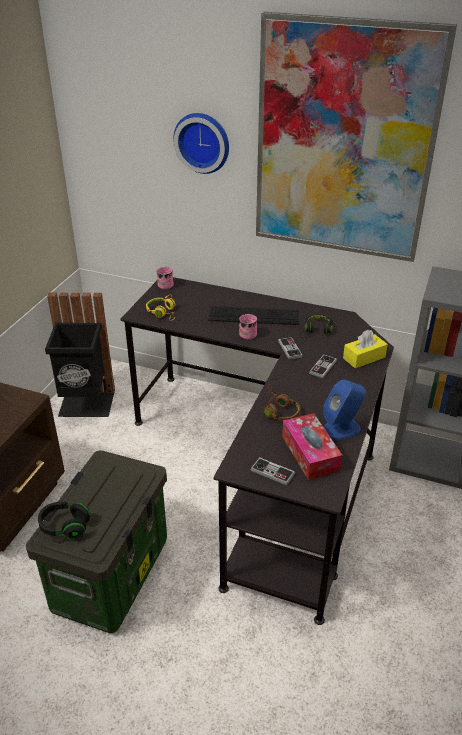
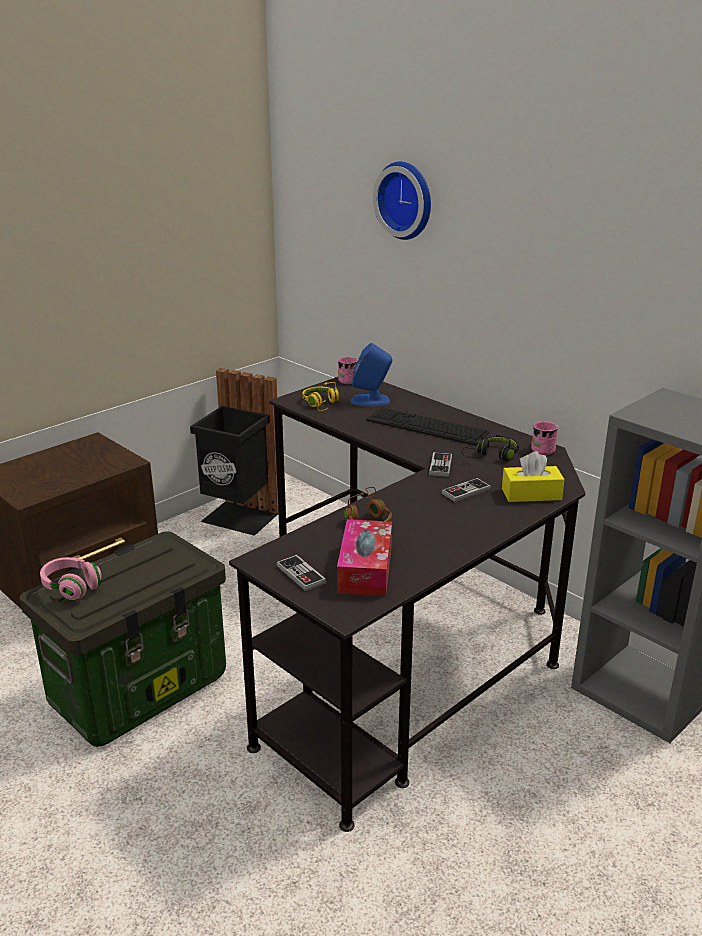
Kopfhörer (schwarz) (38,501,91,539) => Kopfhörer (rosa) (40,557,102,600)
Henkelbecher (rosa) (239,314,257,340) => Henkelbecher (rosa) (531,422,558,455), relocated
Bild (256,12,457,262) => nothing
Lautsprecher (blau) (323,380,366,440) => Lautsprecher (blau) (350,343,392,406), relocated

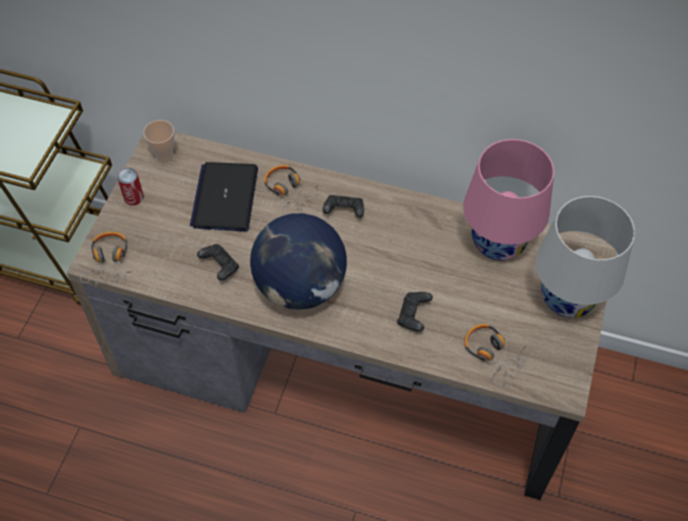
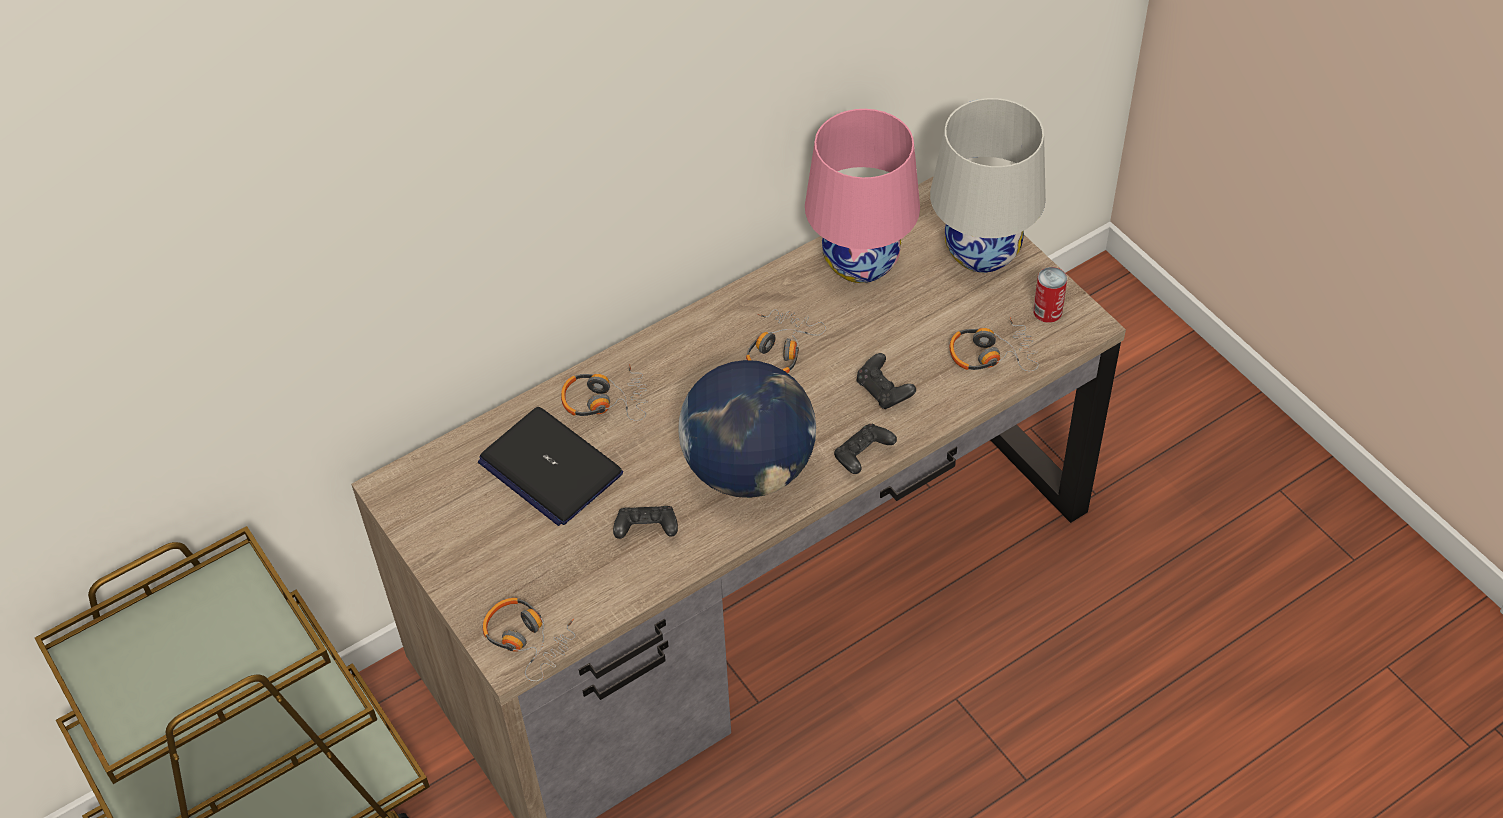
Dose (117,168,144,205) => Dose (1033,267,1067,323), relocated
Tasse (143,120,175,163) => nothing
Gamepad (schwarz) (323,195,364,218) => Gamepad (schwarz) (834,424,897,474), relocated
nothing => Kopfhörer (746,309,826,373)

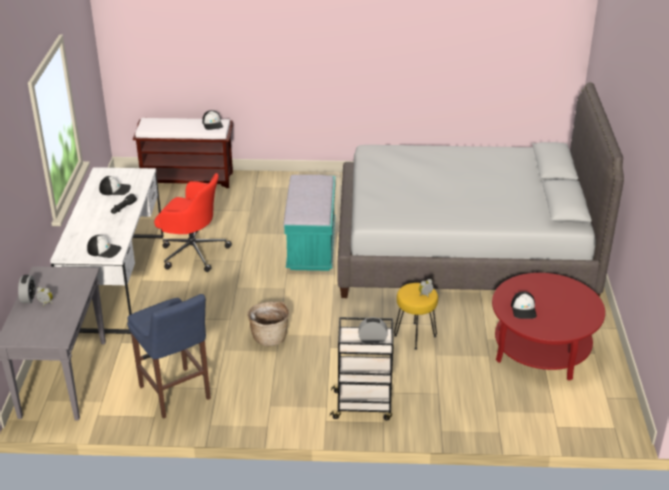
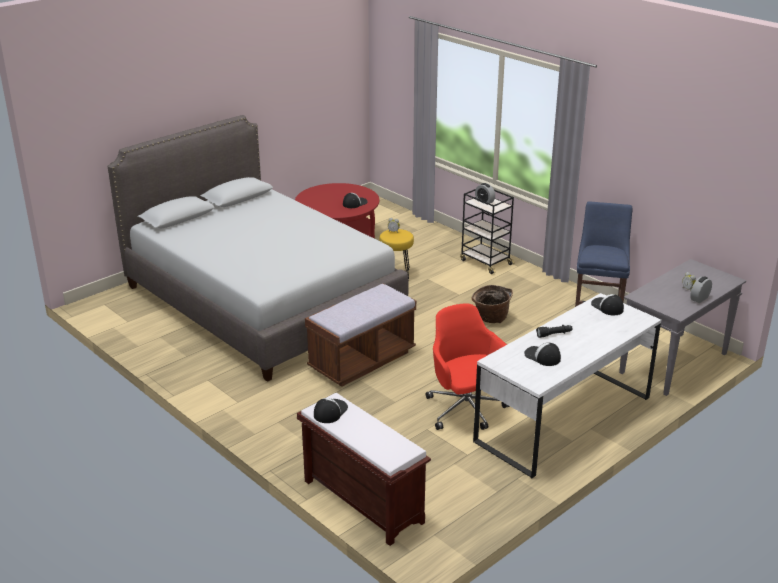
Bank (türkis) (284,175,336,271) => Bank (braun) (305,284,416,387)

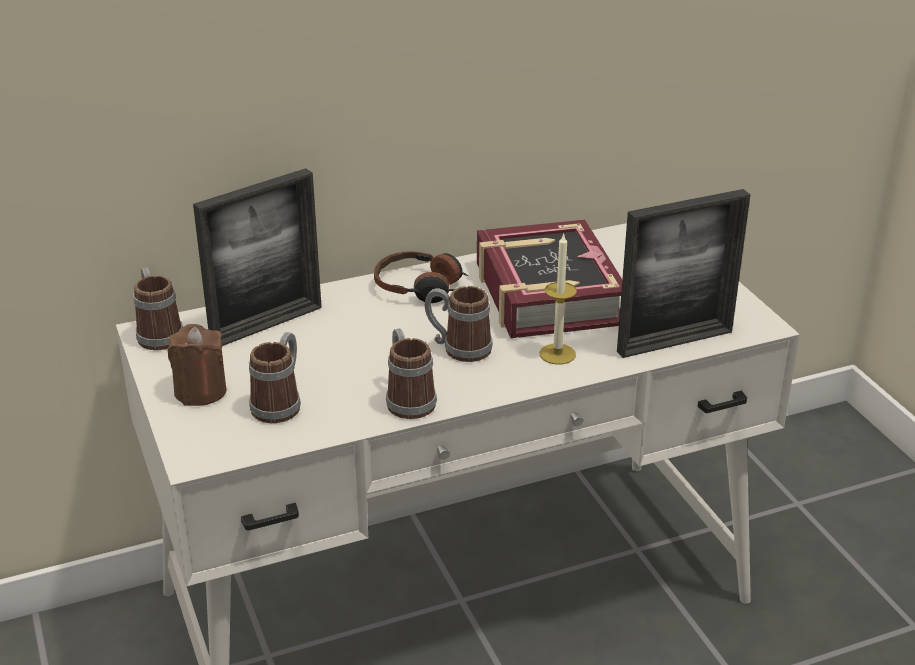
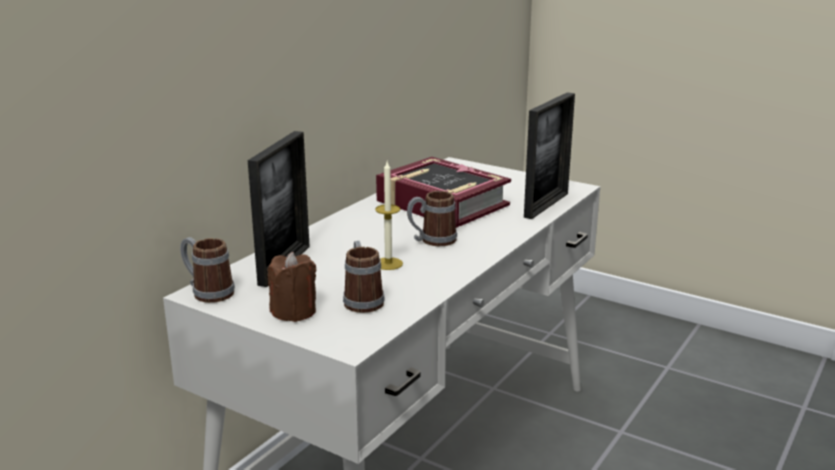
Kopfhörer (374,251,468,303) => nothing
Henkelbecher (386,328,437,419) => nothing
Kerze (539,233,577,365) => Kerze (375,162,403,270), relocated

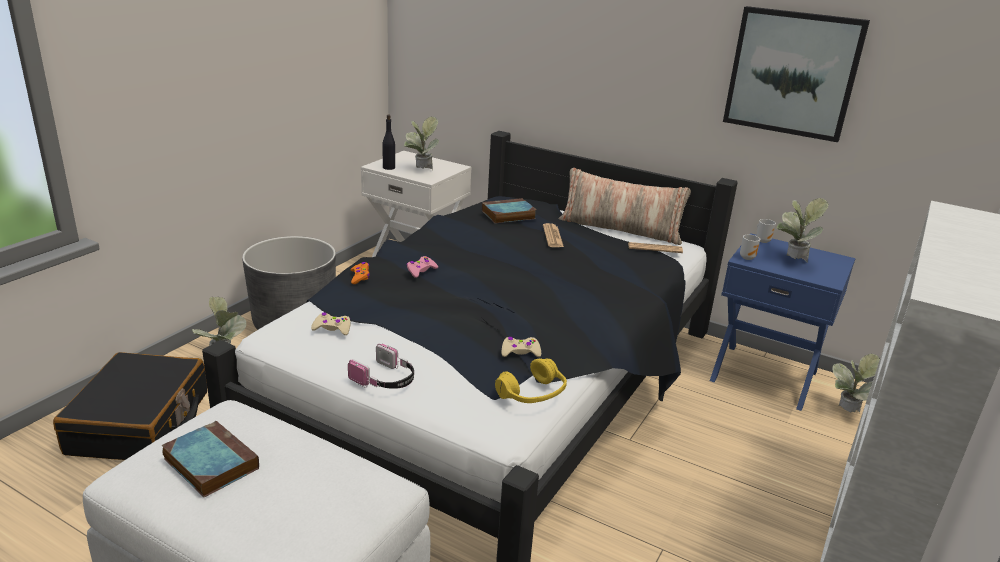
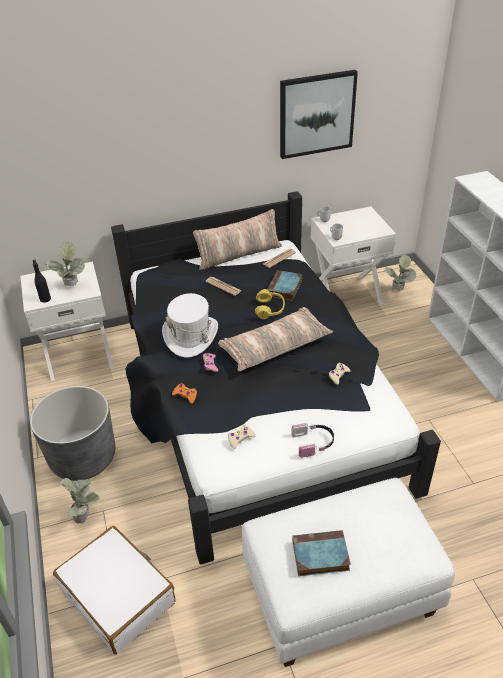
Koffer (schwarz) (53,352,207,460) => Koffer (weiß) (53,526,175,654)
Buch (482,198,536,223) => Buch (267,270,302,301), relocated
Kopfhörer (gelb) (495,358,567,403) => Kopfhörer (gelb) (255,289,285,319), relocated
Nachttisch (blau) (710,233,855,411) => Nachttisch (weiß) (311,206,396,305)
Topfpflanze (777,198,829,262) => nothing
nothing => Hut (weiß) (162,293,218,358)
nothing => Kissen (218,307,333,371)

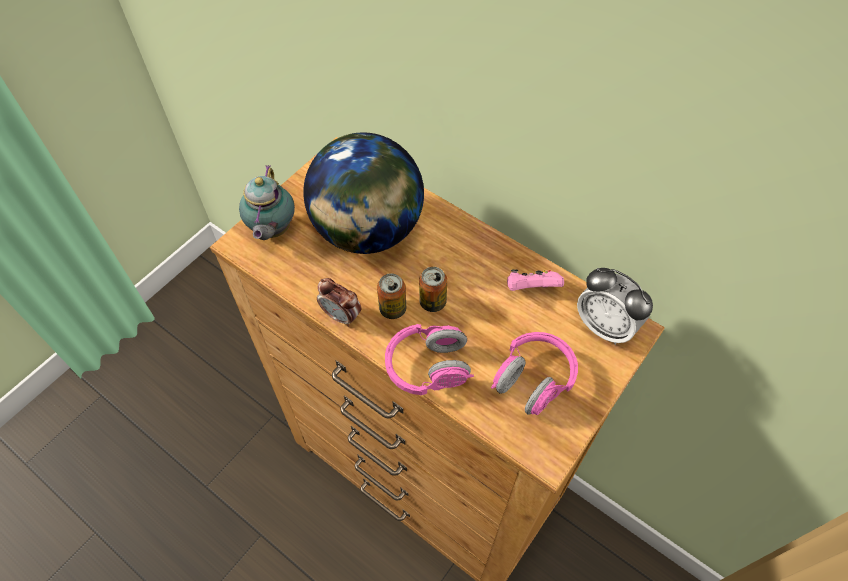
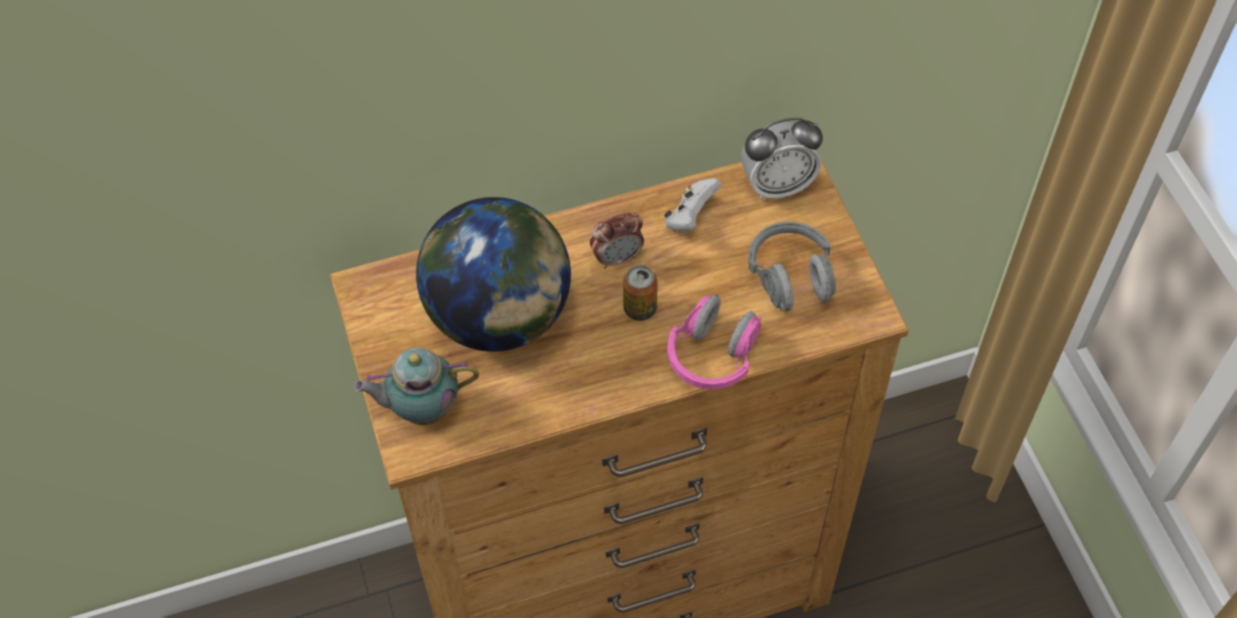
Teekanne (239,165,295,240) => Teekanne (354,347,479,425), 135 degrees clockwise
Wecker (317,278,361,327) => Wecker (590,212,644,269), relocated
Dose (377,273,406,319) => nothing
Kopfhörer (rosa) (491,332,578,415) => Kopfhörer (grau) (748,222,836,311)
Gamepad (rosa) (507,269,564,291) => Gamepad (weiß) (664,178,722,232)

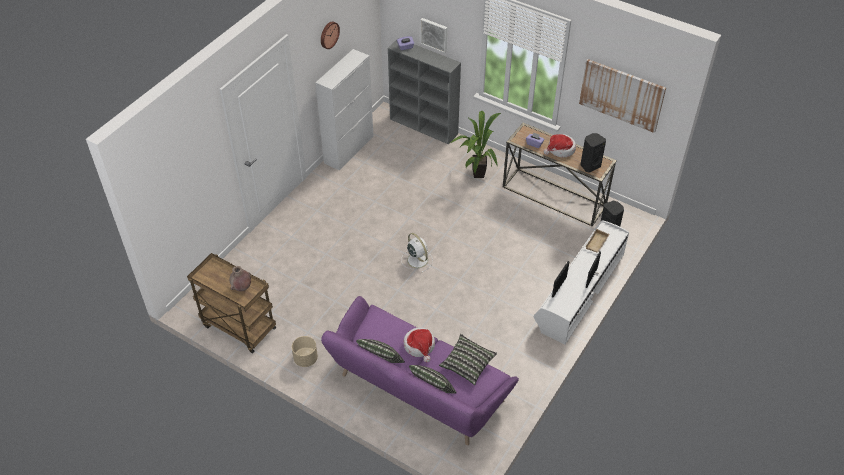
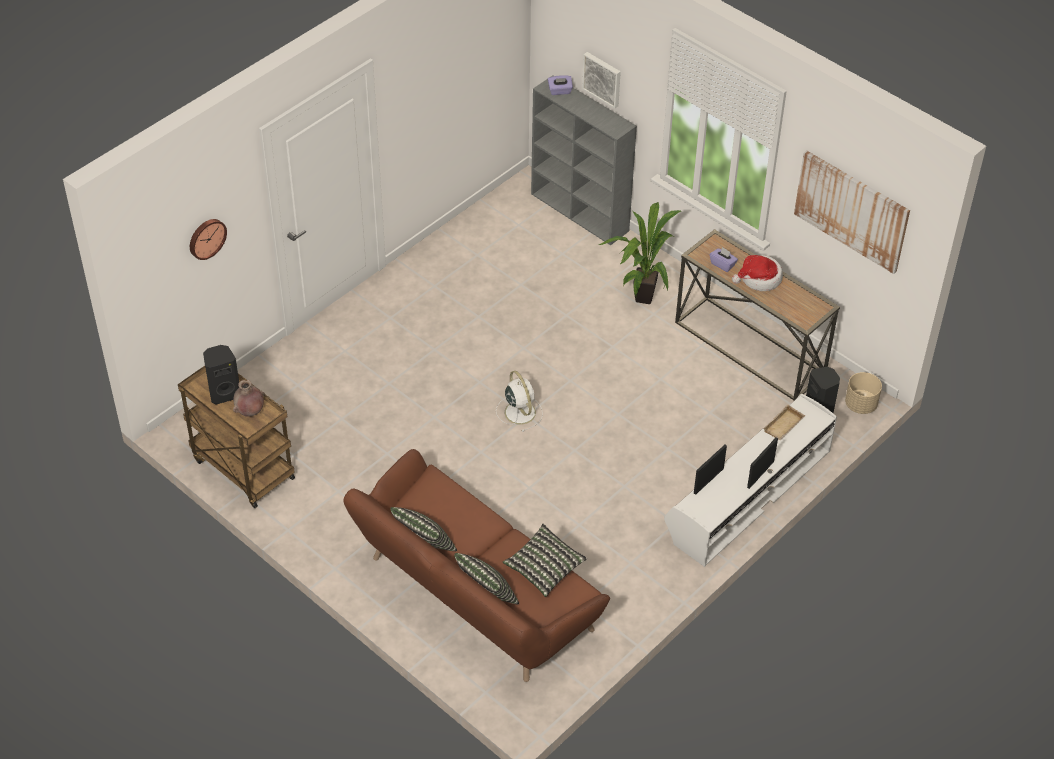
Pflanzkübel (beige) (292,336,318,367) => Pflanzkübel (beige) (845,372,882,414), relocated
Schrank (weiß) (315,49,373,170) => nothing
Wanduhr (321,22,340,49) => Wanduhr (190,219,227,260), relocated
Sofa (lila) (321,296,519,445) => Sofa (braun) (343,449,610,682)
Hut (404,327,435,362) => nothing
Lautsprecher (schwarz) (580,133,606,173) => Lautsprecher (schwarz) (203,345,239,405), relocated

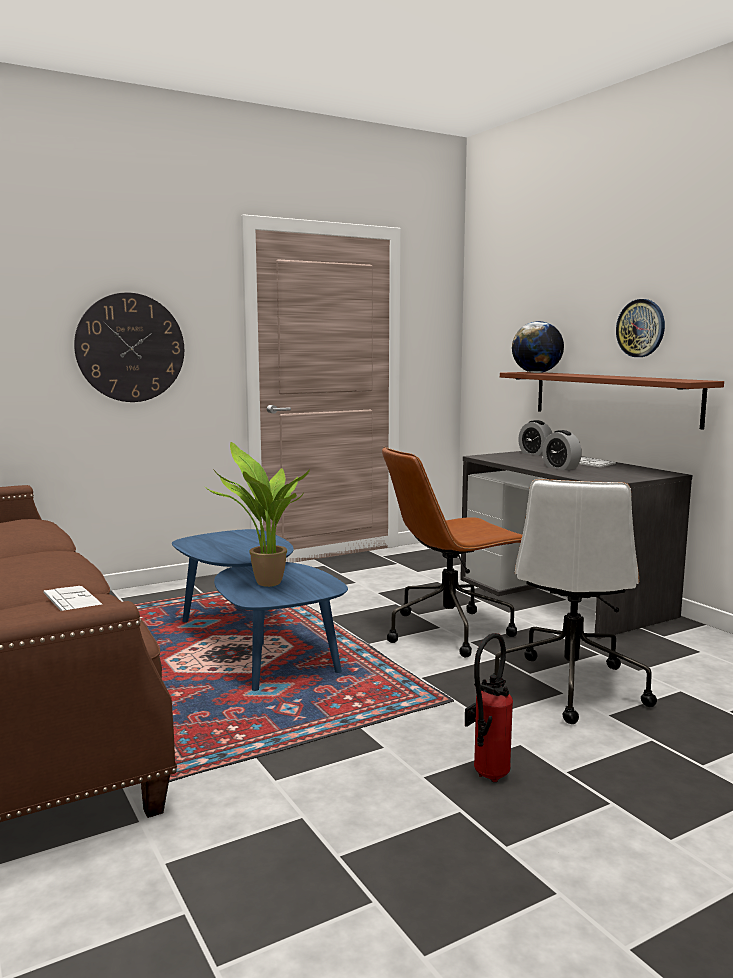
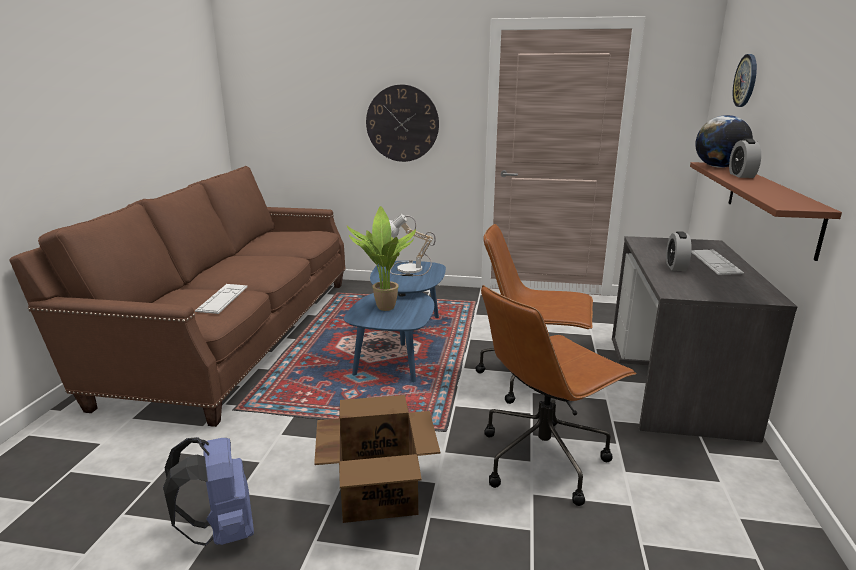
Feuerlöscher (465,633,513,782) => Karton (314,395,440,523)
Bürostuhl (weiß) (490,479,657,724) => Bürostuhl (braun) (481,285,637,506)
Wecker (518,420,552,456) => Wecker (729,139,761,178), relocated
Wanduhr (616,299,665,357) => Wanduhr (733,54,757,107), relocated
nothing => Rucksack (blau) (163,437,254,546)
nothing => Tischlampe (389,214,435,276)

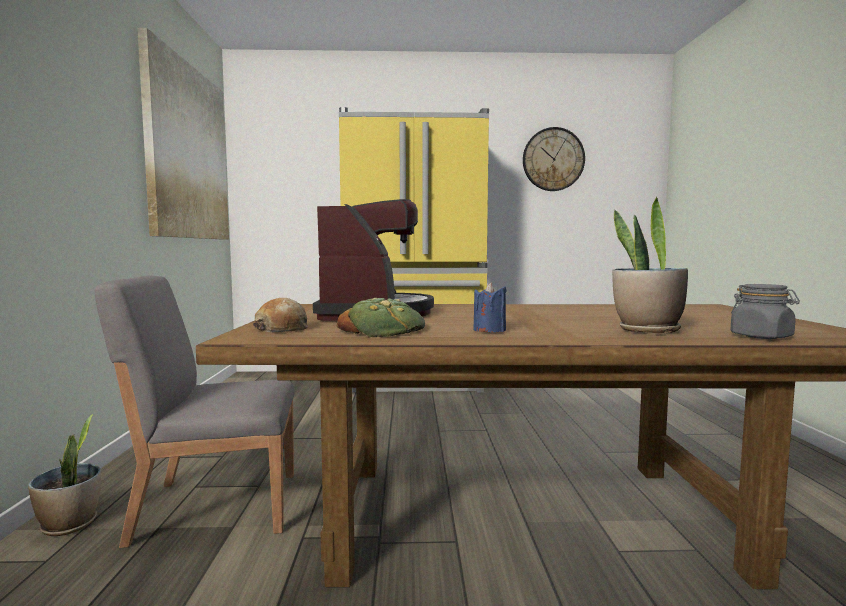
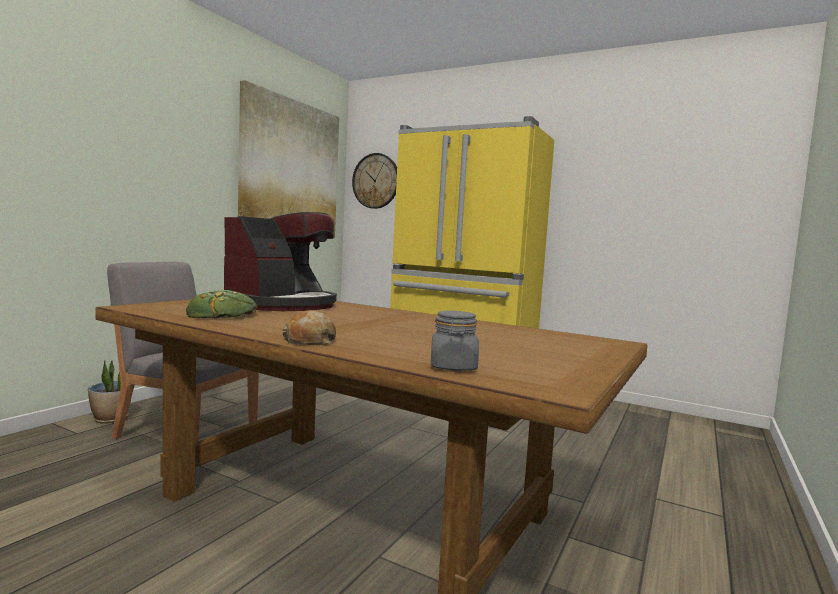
Brot (253,298,308,332) => Brot (282,310,336,345), relocated
Kerze (blau) (473,282,507,332) => nothing
Wanduhr (523,127,585,191) => Wanduhr (352,153,397,209), relocated
Topfpflanze (612,197,688,333) => nothing

